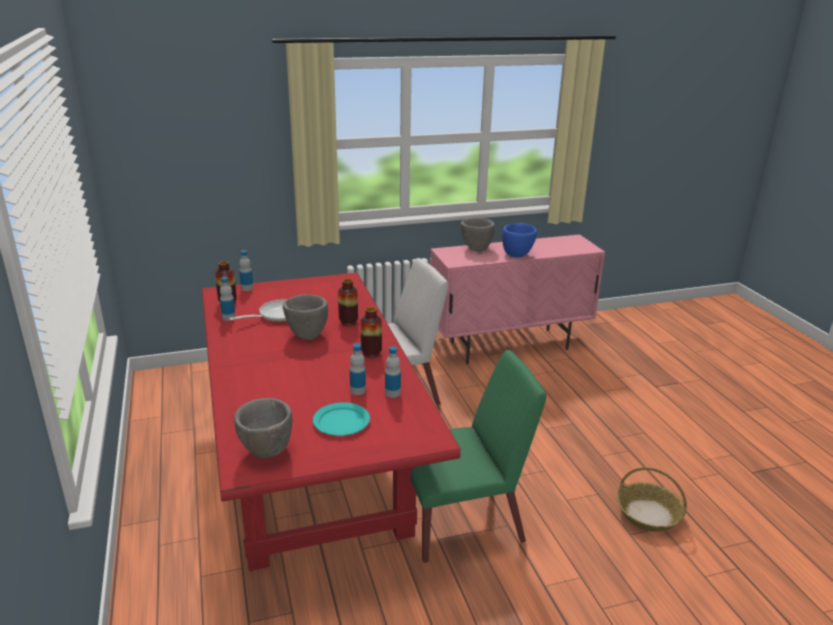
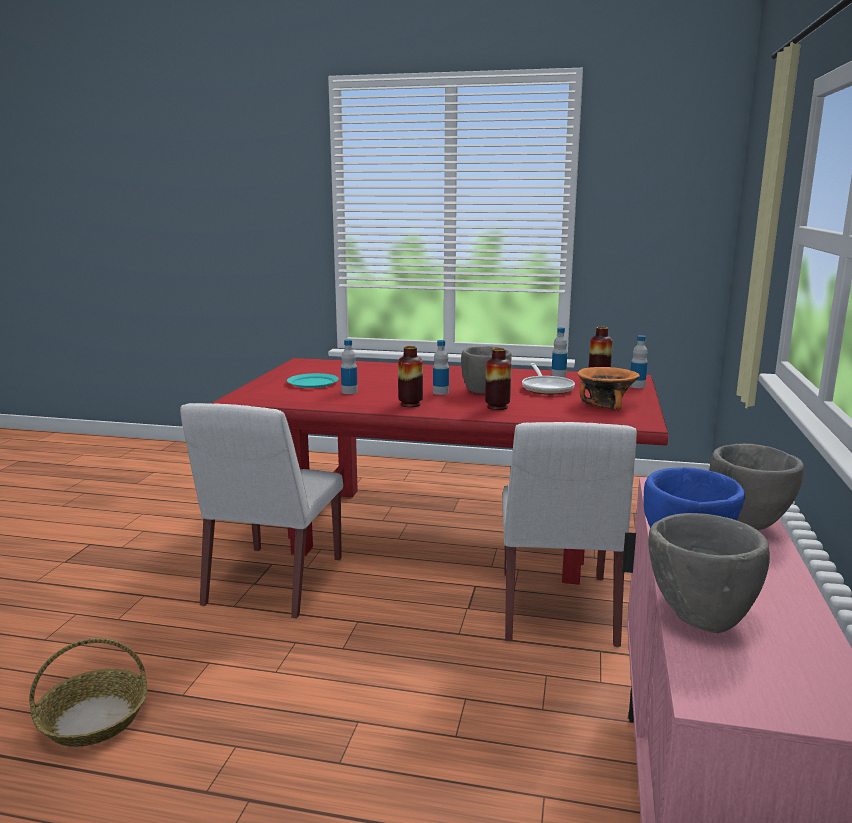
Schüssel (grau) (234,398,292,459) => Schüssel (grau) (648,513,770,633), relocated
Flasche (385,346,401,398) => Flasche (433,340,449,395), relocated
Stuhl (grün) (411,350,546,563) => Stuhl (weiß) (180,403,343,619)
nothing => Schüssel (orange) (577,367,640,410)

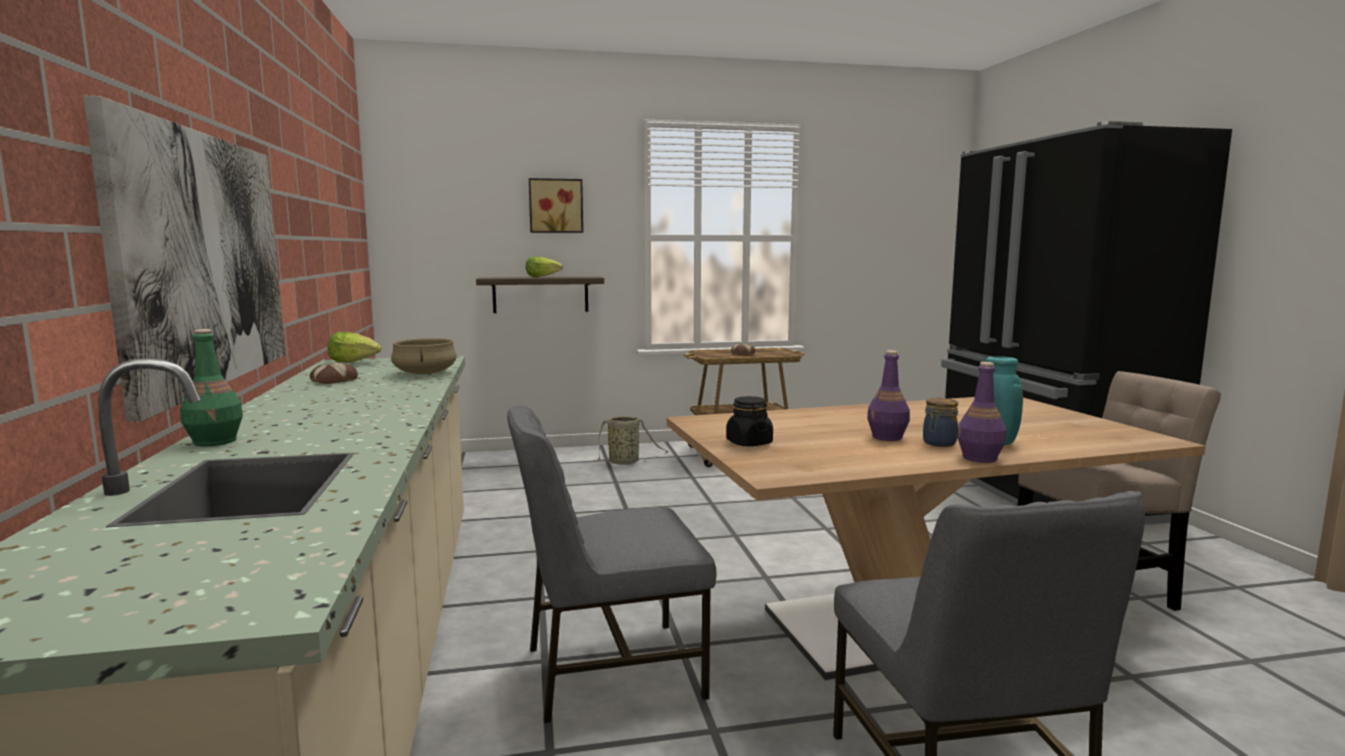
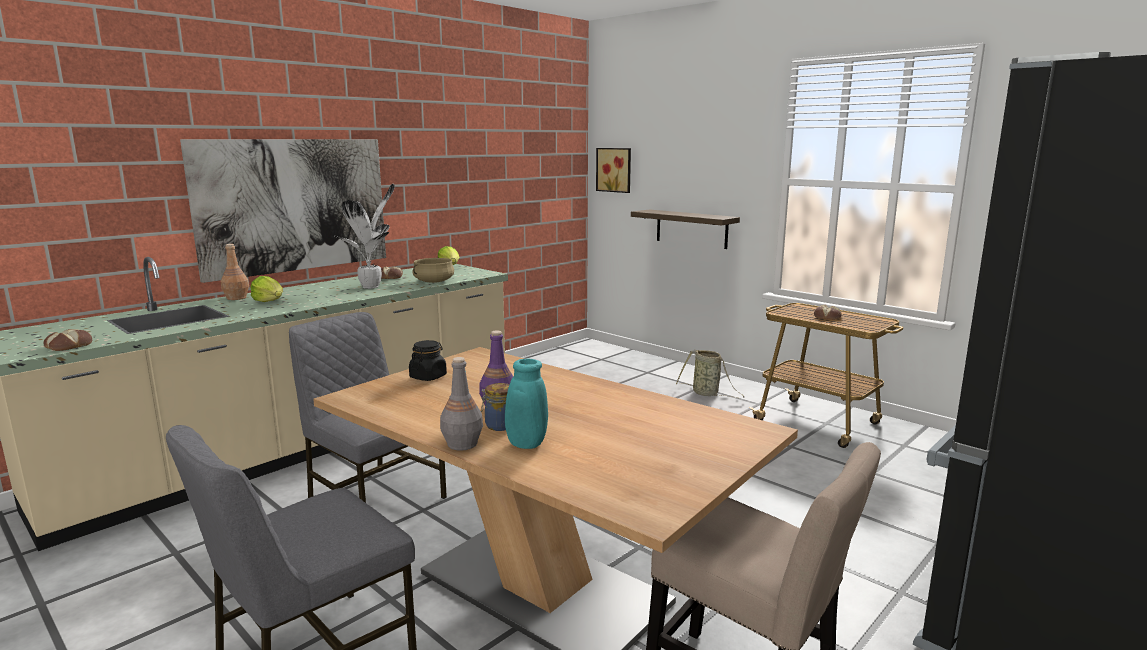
Flasche (grün) (180,329,243,446) => Flasche (braun) (221,244,249,300)
Salatkopf (526,256,563,277) => Salatkopf (250,276,283,302), relocated
Bild (529,178,583,233) => Bild (596,148,631,193), relocated
Flasche (lila) (957,362,1007,463) => Flasche (grau) (440,357,483,451)
nothing => Brot (43,329,92,351)
nothing => Topfpflanze (333,184,395,289)

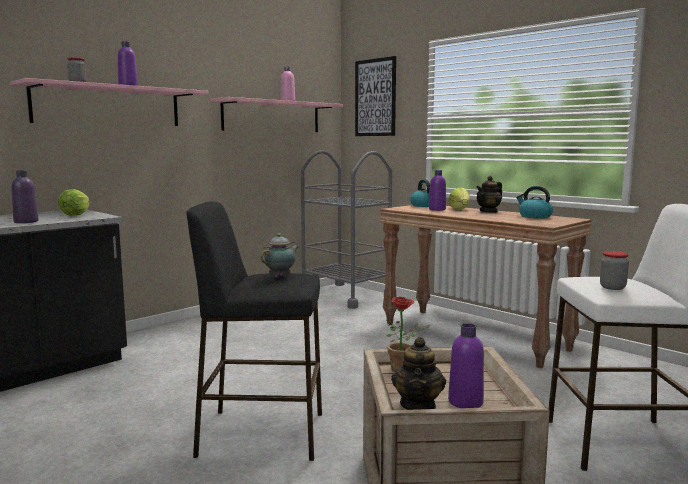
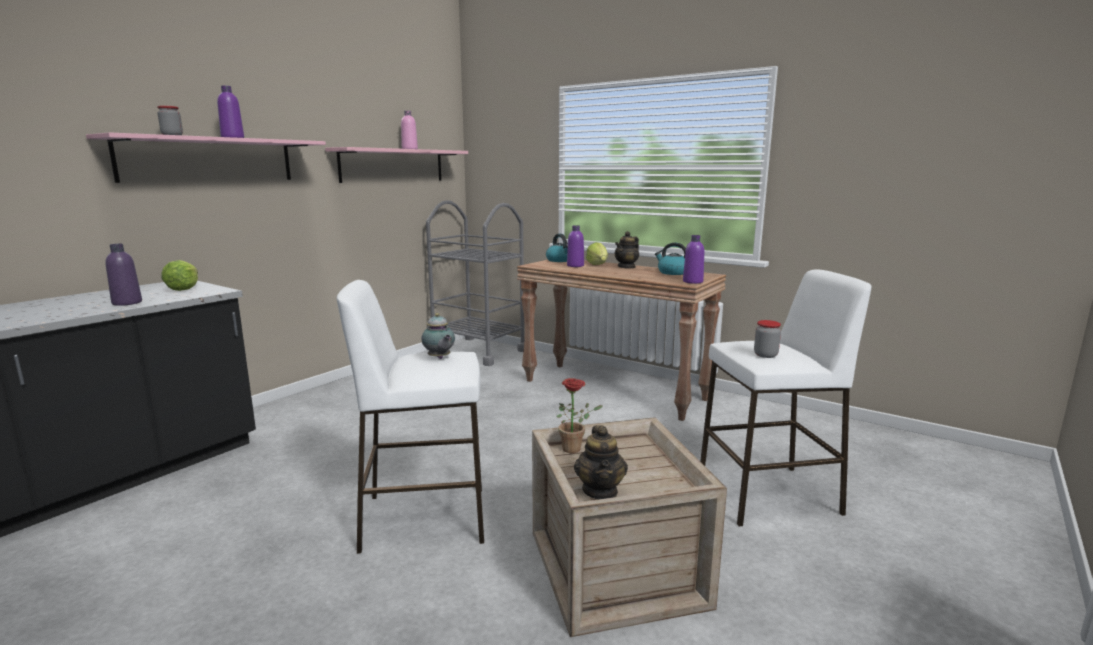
Hocker (schwarz) (186,201,322,461) => Hocker (weiß) (337,280,484,554)
Teekanne (261,233,299,278) => Teekanne (421,313,455,359), 120 degrees clockwise
Bild (355,56,396,136) => nothing
Flasche (lila) (448,323,484,408) => Flasche (lila) (683,235,704,284), relocated

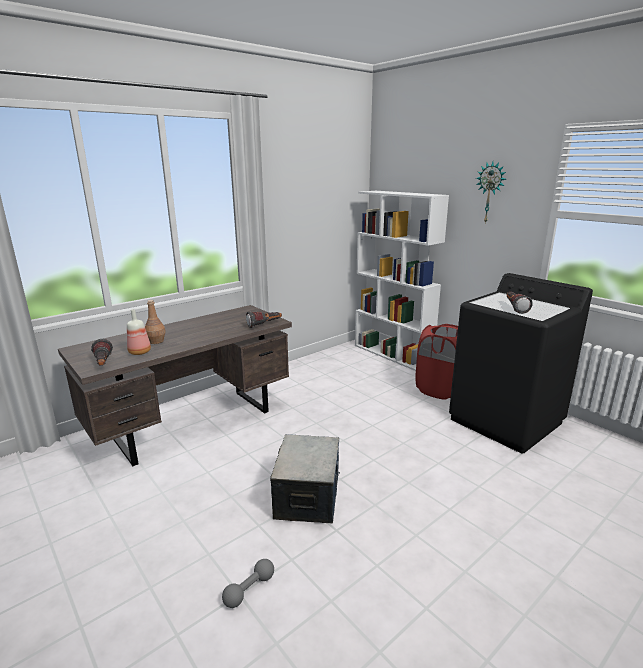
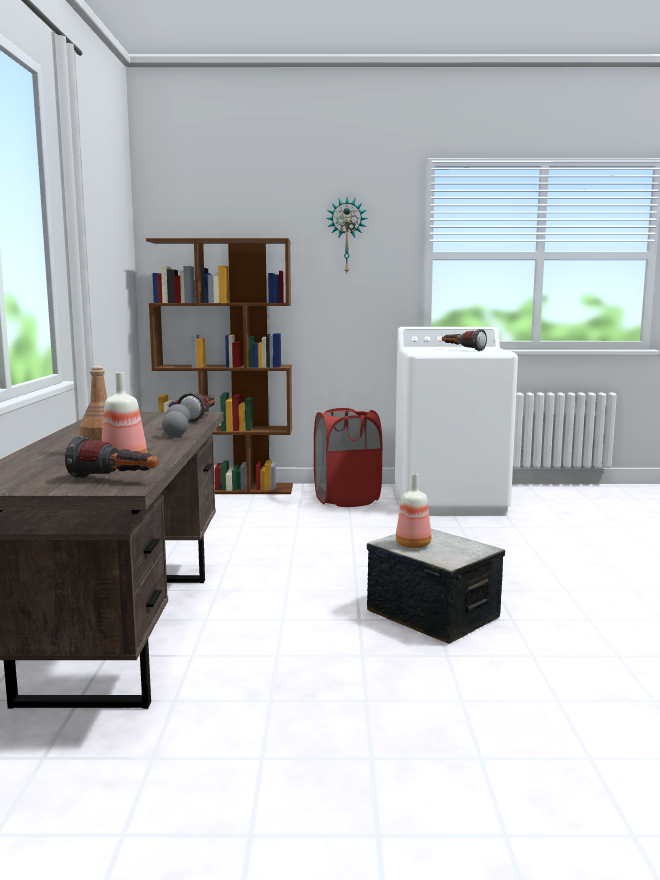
Hantel (grau) (222,559,274,608) => Hantel (grau) (162,404,190,437), relocated
Bücherregal (weiß) (355,191,449,371) => Bücherregal (braun) (146,238,293,494)
Waschmaschine (schwarz) (449,273,593,454) => Waschmaschine (weiß) (395,327,518,516)
nothing => Flasche (396,473,431,548)

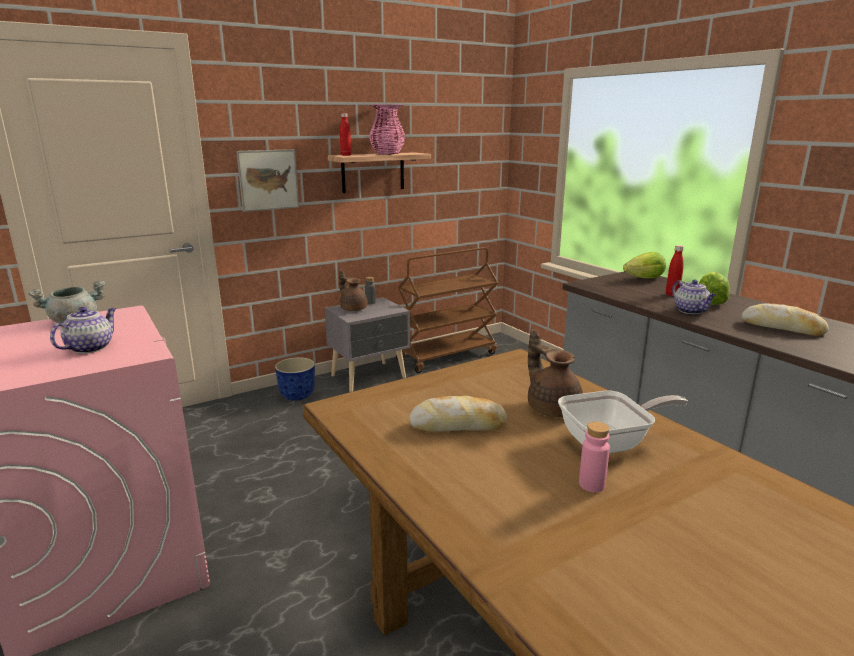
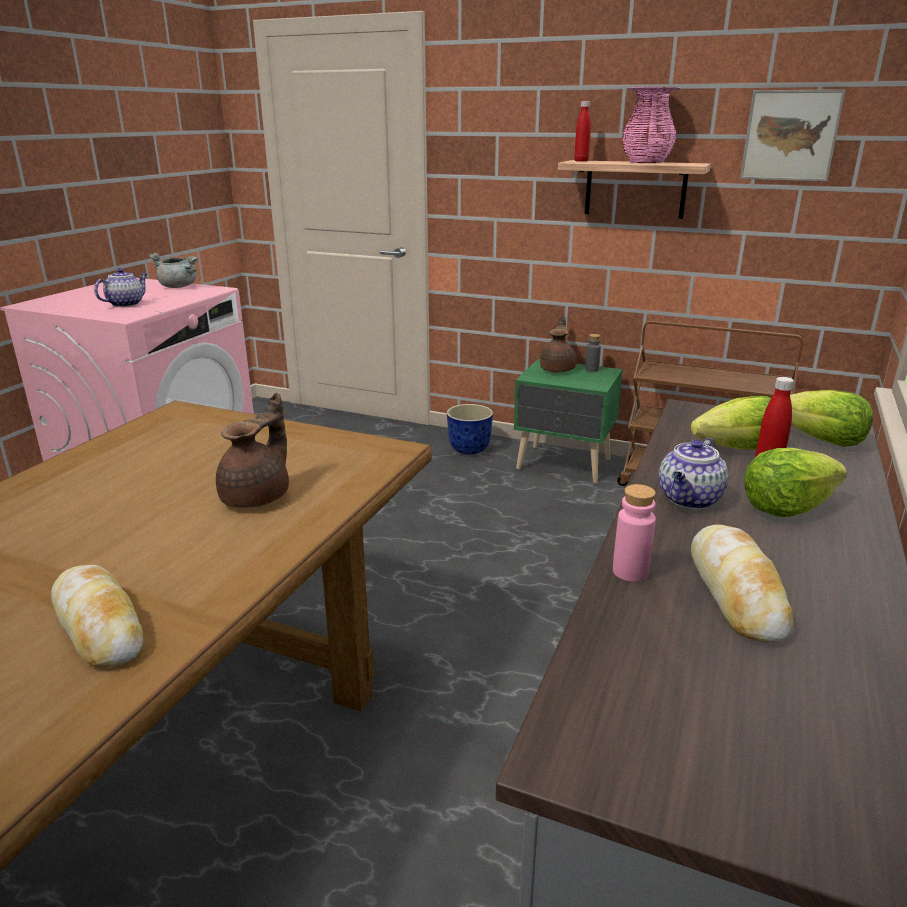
Teekanne (50,307,116,354) => Teekanne (94,268,148,307), 45 degrees counterclockwise
Bild (236,149,299,212) => Bild (740,89,846,181), relocated
Nachttisch (grau) (325,297,410,392) => Nachttisch (grün) (514,359,623,483)
Brot (409,396,507,432) => Brot (51,565,143,668), relocated
Pfanne (558,390,688,453) => nothing
Flasche (rosa) (579,422,610,492) => Flasche (rosa) (613,484,656,582), relocated
nothing => Salatkopf (691,396,771,450)

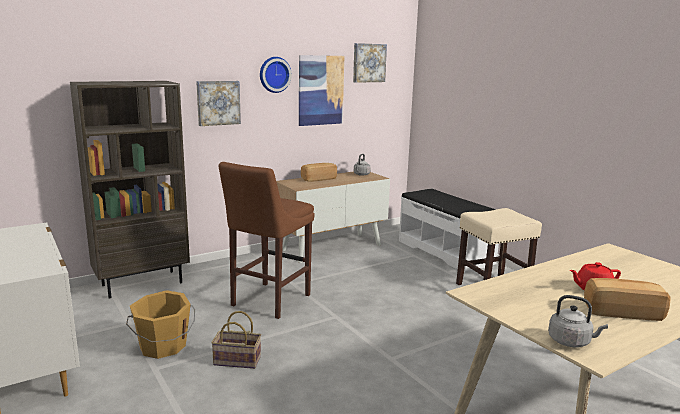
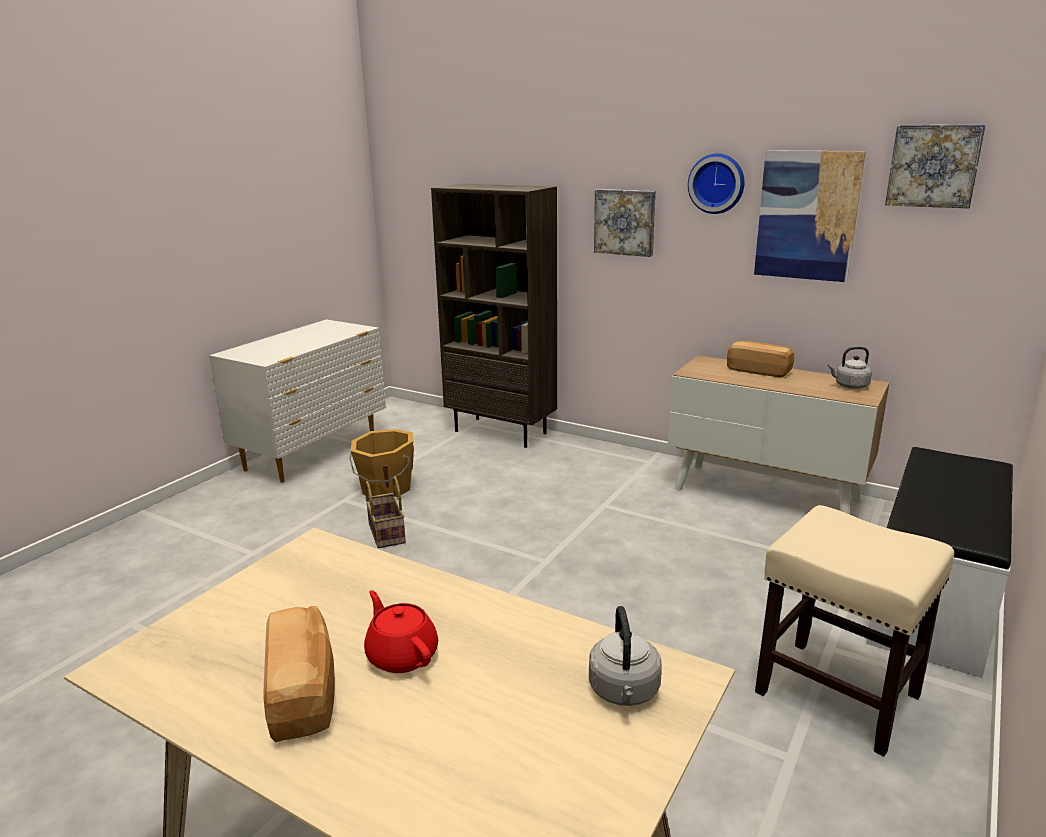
Hocker (braun) (219,162,315,319) => nothing
Wasserkessel (grau) (548,295,608,347) => Wasserkessel (grau) (589,606,662,706), relocated

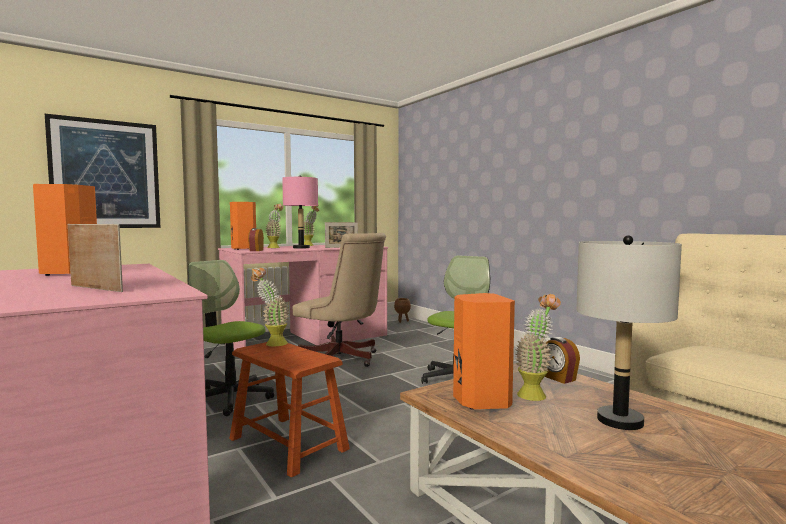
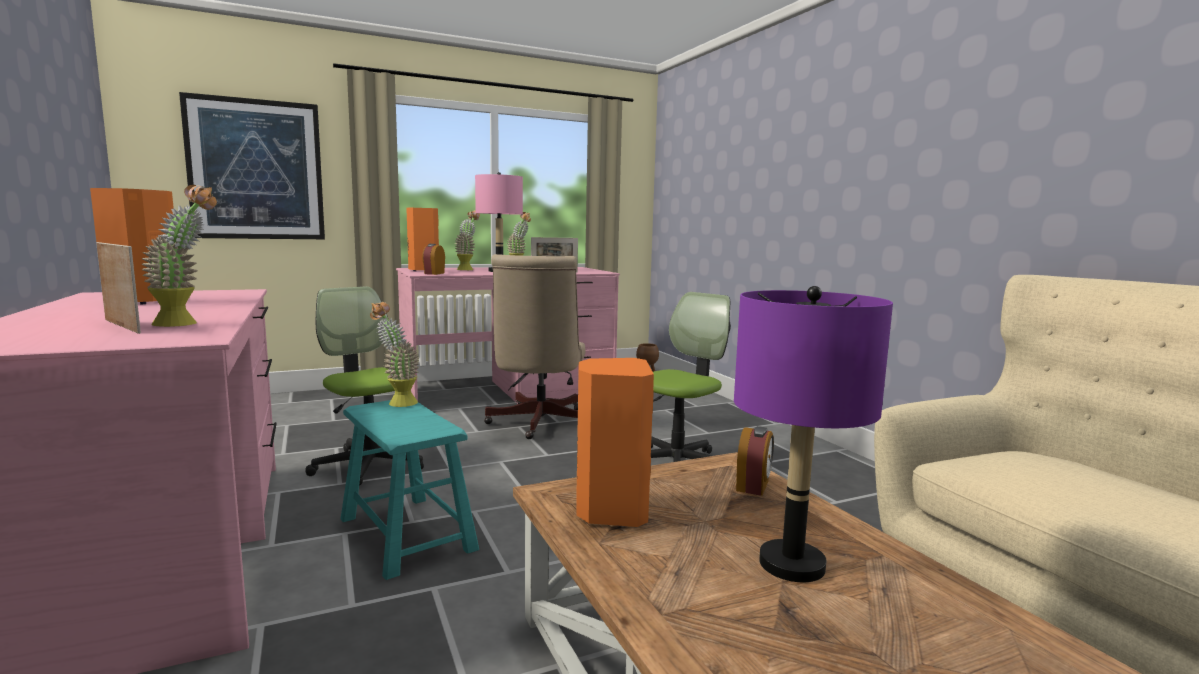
Hocker (braun) (229,342,350,478) => Hocker (türkis) (341,400,479,580)
Bürostuhl (beige) (293,233,386,367) => Bürostuhl (beige) (484,254,586,439), 45 degrees clockwise
Topfpflanze (515,294,561,401) => Topfpflanze (141,185,217,327), relocated
Wecker (545,337,580,384) => Wecker (736,426,774,496), 135 degrees counterclockwise
Tischlampe (grau) (576,235,682,430) => Tischlampe (lila) (734,286,893,582)

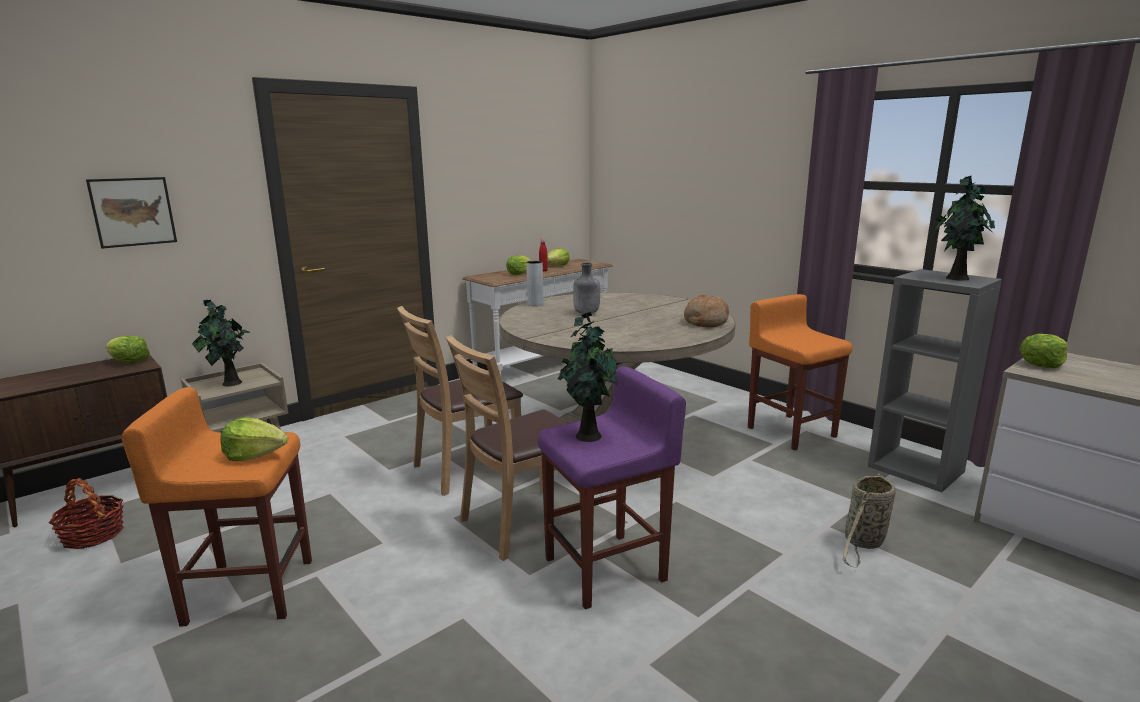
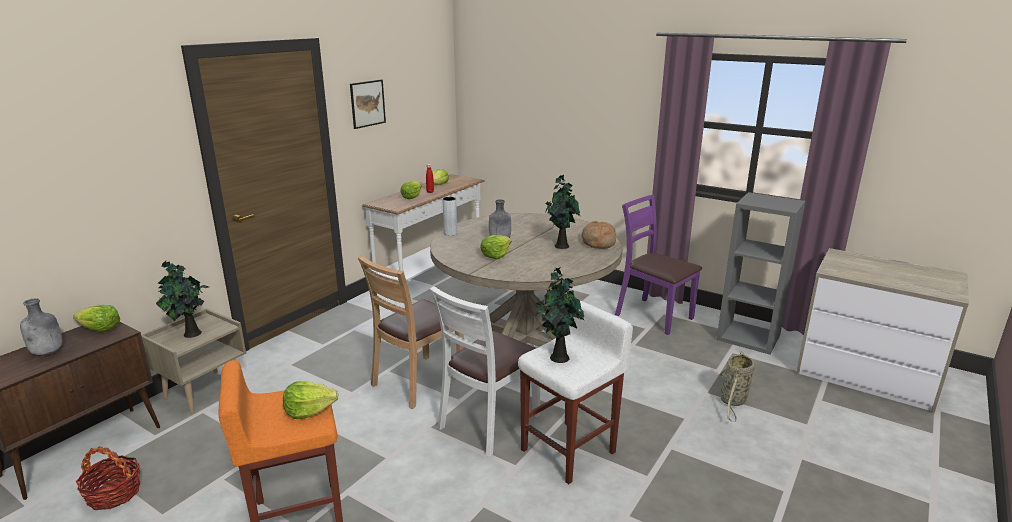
Bild (86,177,177,249) => Bild (350,80,386,129), relocated
Stuhl (braun) (446,335,581,561) => Stuhl (weiß) (430,286,540,457)
Hocker (lila) (538,367,686,610) => Hocker (weiß) (518,301,633,484)
Hocker (orange) (748,294,852,450) => Stuhl (lila) (615,195,702,335)
Topfpflanze (934,175,995,281) => Topfpflanze (545,175,580,249), relocated
Salatkopf (1020,334,1067,368) => Salatkopf (480,235,511,259), relocated
nothing => Flasche (grau) (20,298,62,355)

